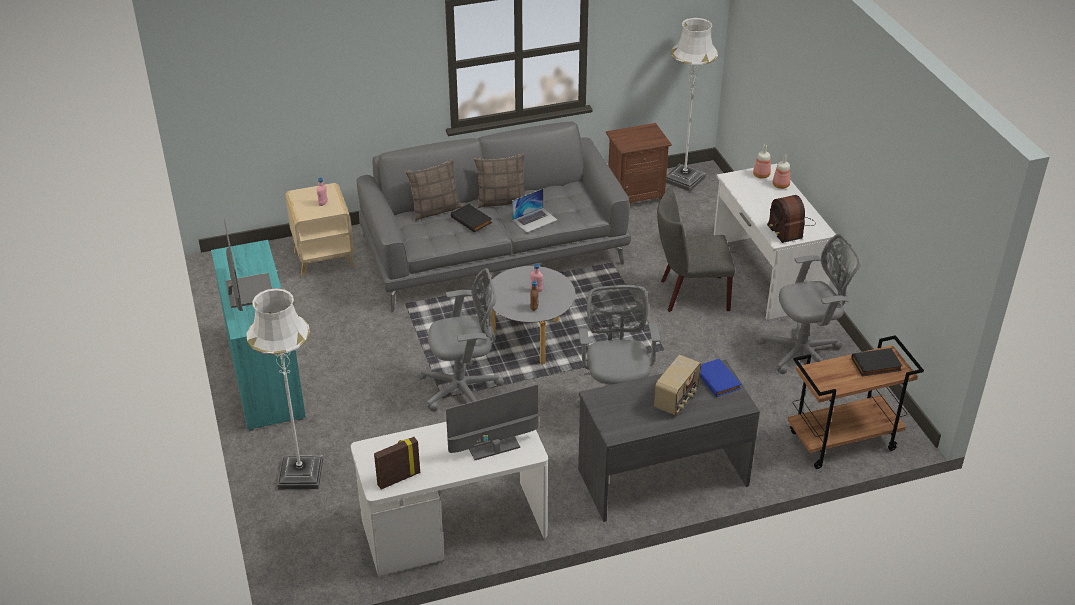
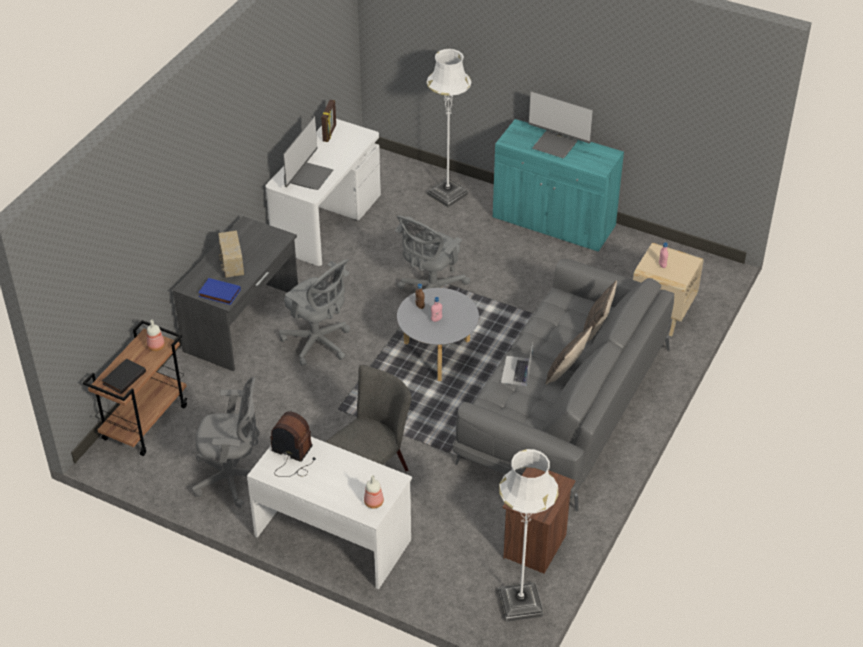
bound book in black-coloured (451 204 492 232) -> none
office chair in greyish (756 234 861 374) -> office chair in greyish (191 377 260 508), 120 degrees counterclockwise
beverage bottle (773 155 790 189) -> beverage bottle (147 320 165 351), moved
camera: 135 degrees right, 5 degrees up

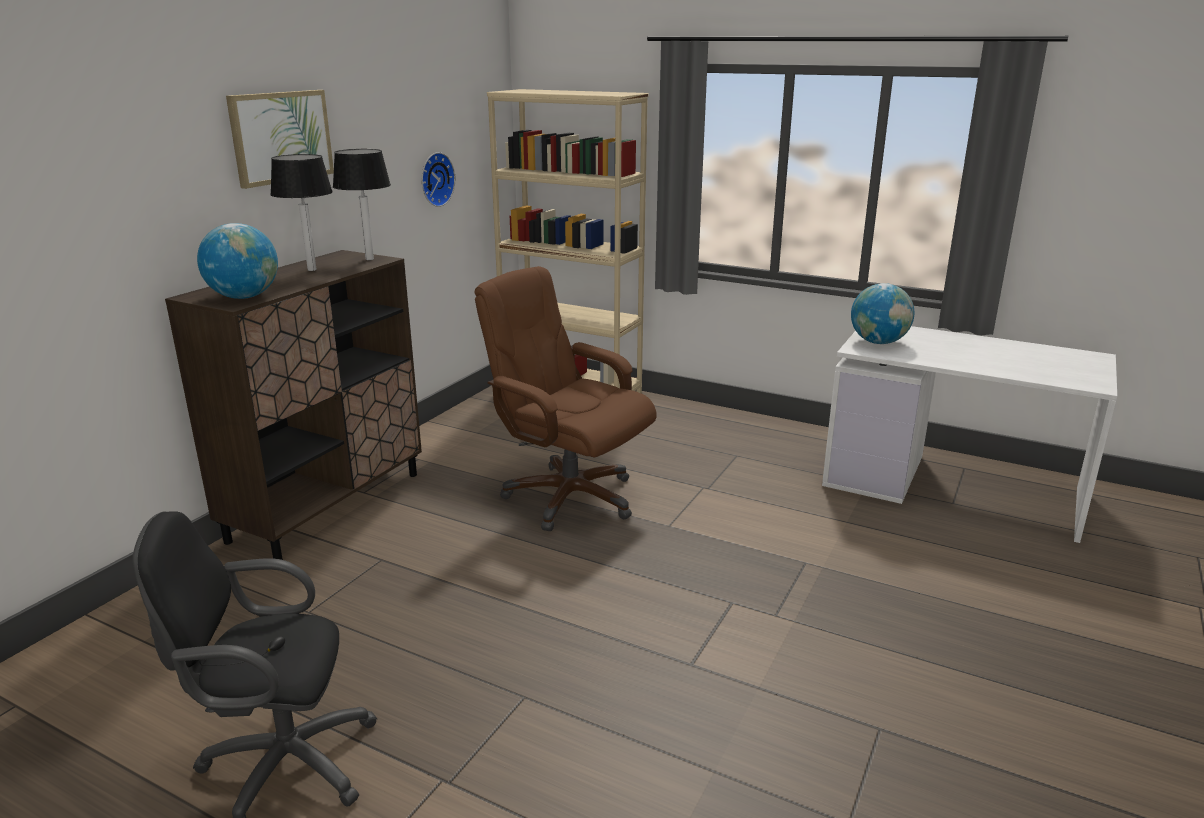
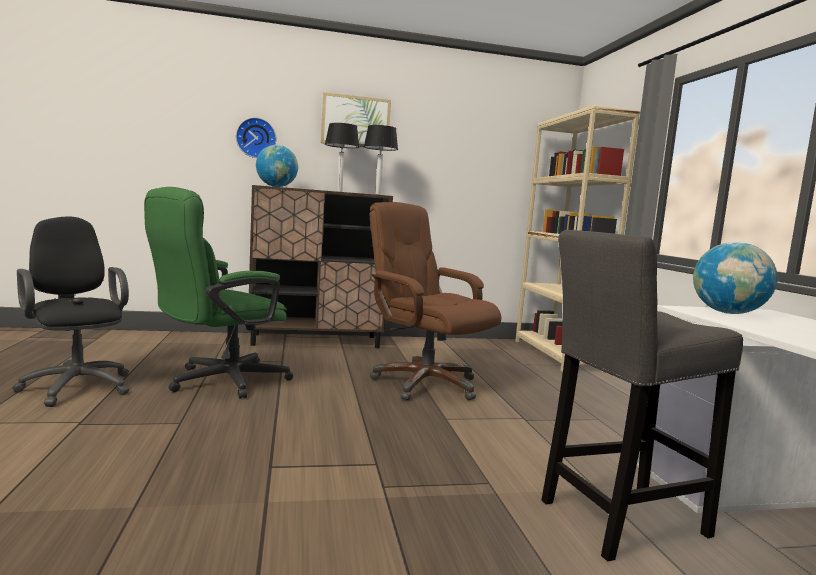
wall clock (422 152 455 207) -> wall clock (236 117 276 158), moved
office chair in brownish (474 266 657 531) -> office chair in brownish (369 202 501 400), 45 degrees counterclockwise
none -> office chair in green-coloured (144 187 293 399)
none -> sitting stool in greyish (541 230 743 561)
camera: 50 degrees right, 15 degrees down

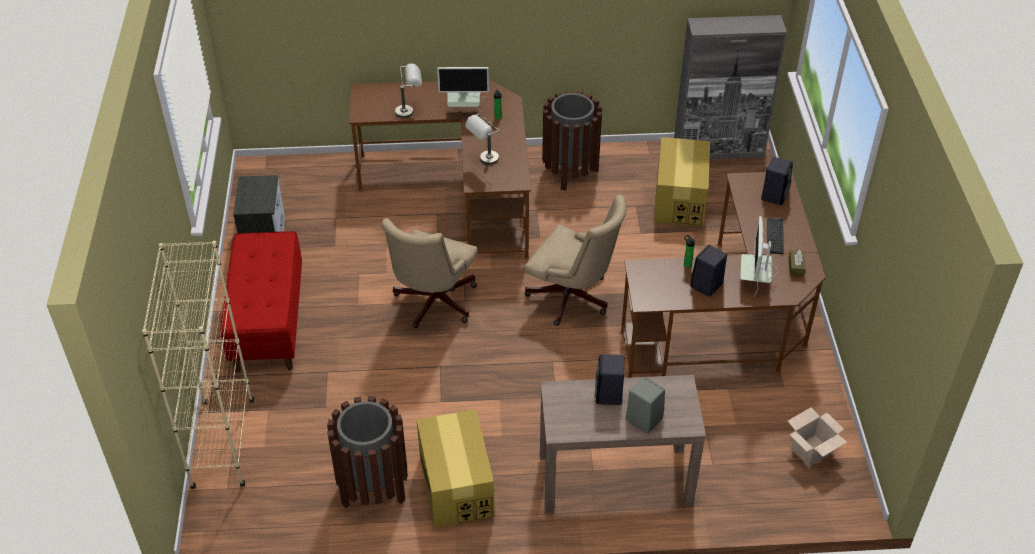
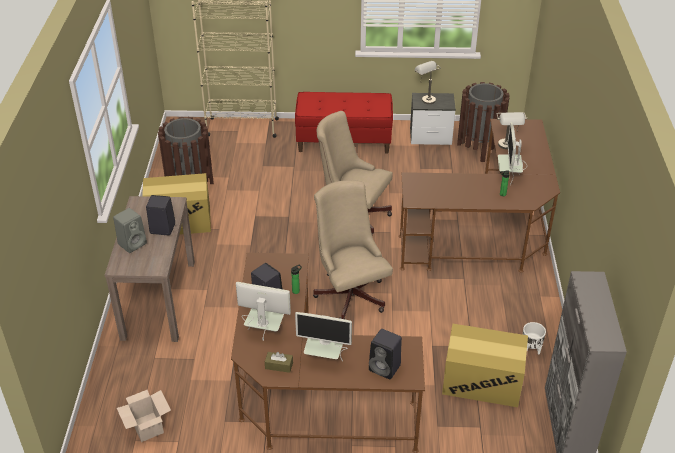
lamp for a table in greyish (465 114 499 165) -> lamp for a table in greyish (415 61 441 104), moved
office chair in beige (524 195 627 326) -> office chair in beige (313 180 393 319), 120 degrees clockwise
waste bin in brownish (542 91 602 191) -> waste bin in brownish (457 82 510 162), moved
keyboard (767 218 784 254) -> monitor (295 312 352 361)
none -> plant pot in white (523 322 546 355)
camera: 95 degrees right, 5 degrees down

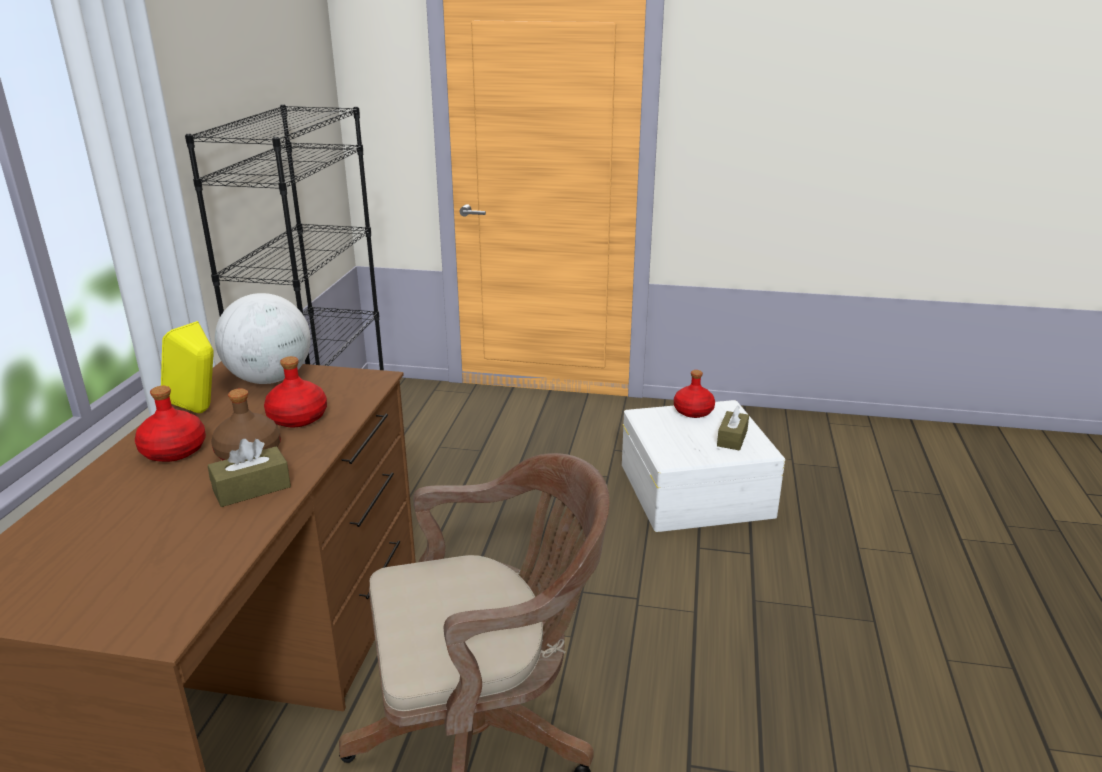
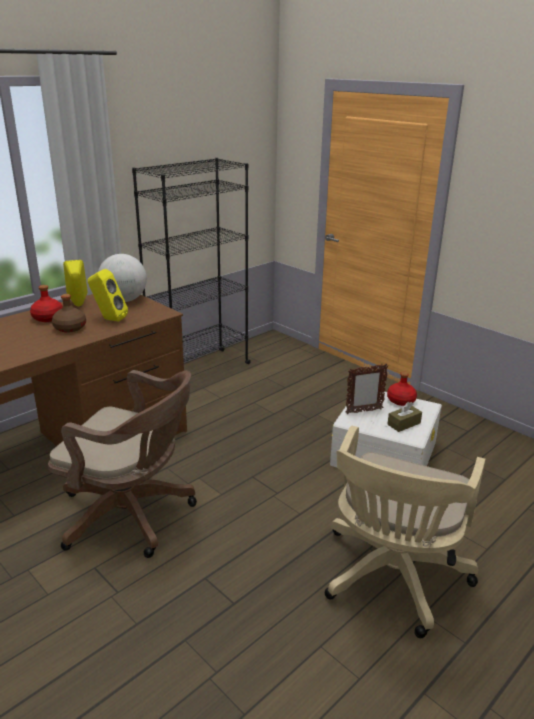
tissue holder in brownish (208 439 291 507) -> none
beverage bottle in reddish (264 356 327 427) -> speaker in yellow-coloured (88 269 128 322)
none -> office chair in beige (325 425 485 638)
none -> picture frame (346 364 388 414)
camera: 35 degrees right, 0 degrees up

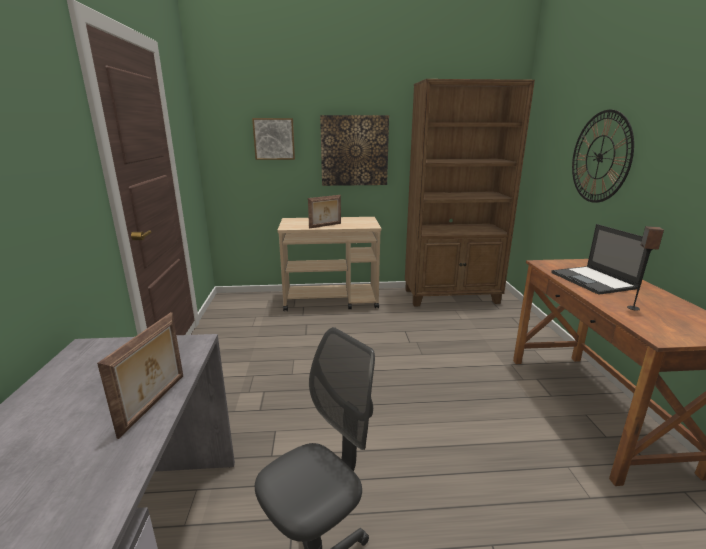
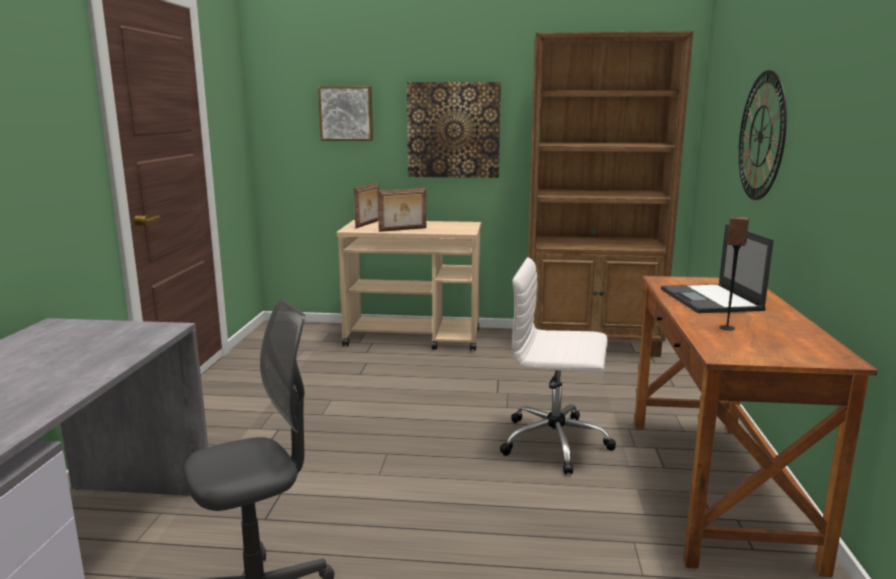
picture frame (97 312 183 439) -> picture frame (354 183 378 228), moved
none -> office chair in white (500 257 616 475)
camera: 10 degrees right, 5 degrees down

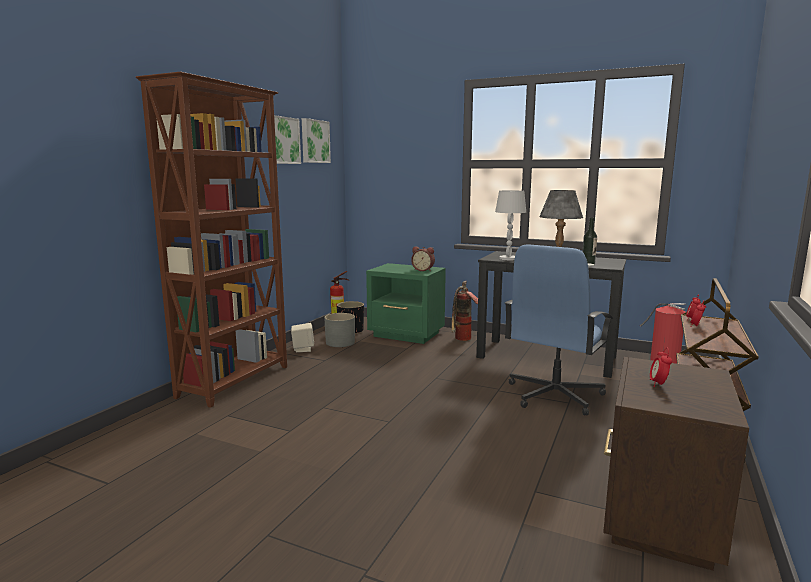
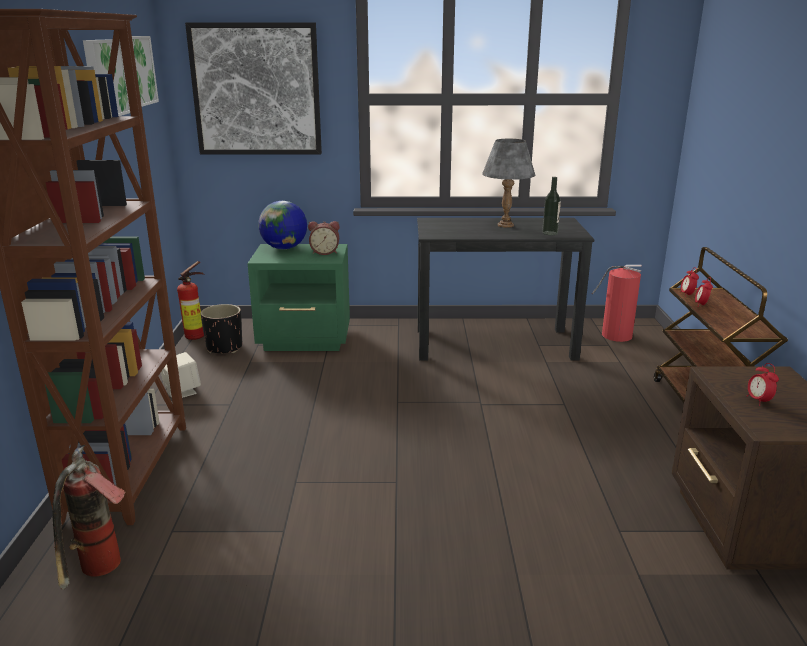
plant pot in greyish (324 313 355 347) -> none
fire-fighting cylinder (451 281 478 341) -> fire-fighting cylinder (53 445 126 590), moved
lamp for a table in white (495 190 526 260) -> none
office chair in blue-coloured (505 245 613 415) -> none
none -> wall picture (185 22 322 155)
none -> desk globe (258 201 307 249)
camera: 25 degrees left, 10 degrees up

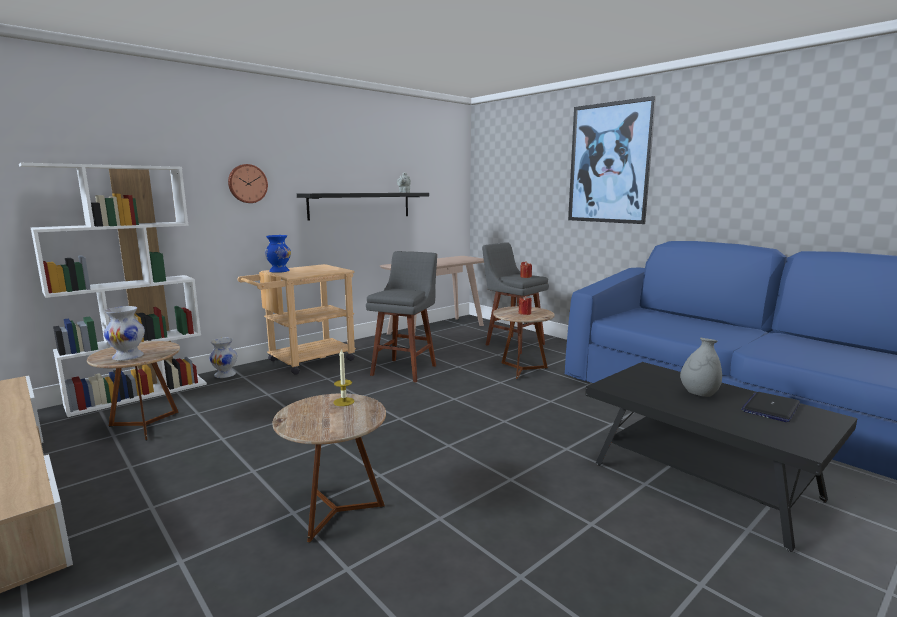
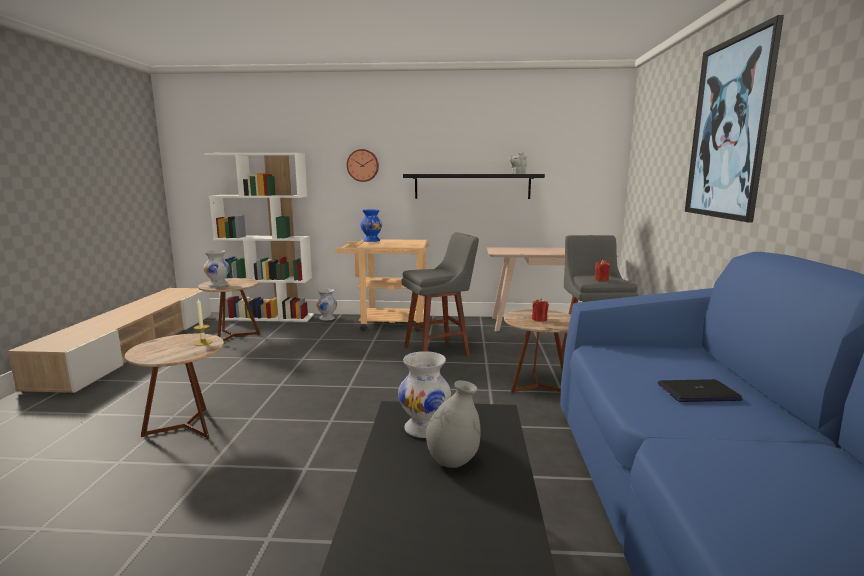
laptop (741 392 800 422) -> laptop (658 379 743 402), moved
none -> decorative vase in white (398 351 451 438)
camera: 45 degrees right, 0 degrees up

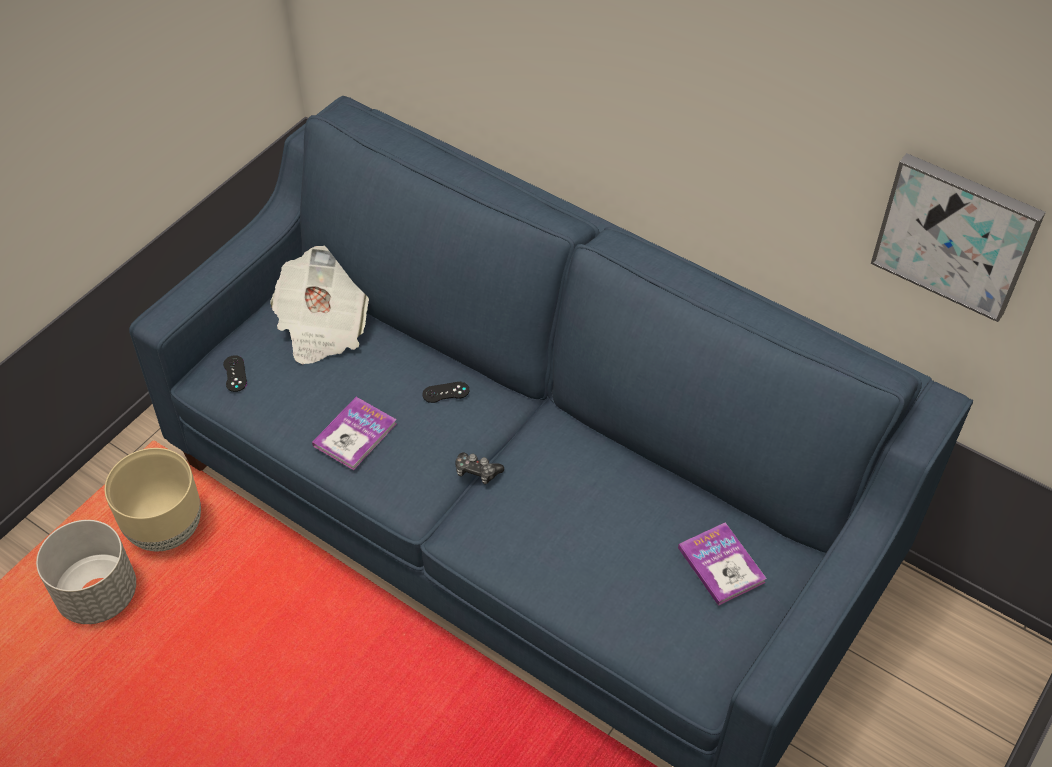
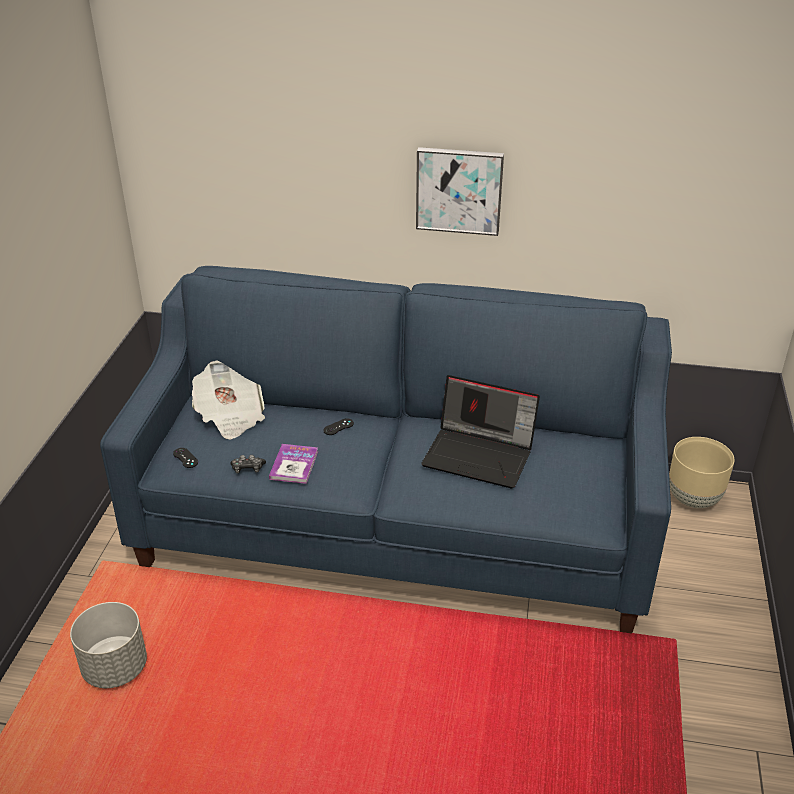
plant pot in beige (105 448 201 551) -> plant pot in beige (669 437 734 508), moved
game controller (455 452 504 484) -> game controller (230 455 266 473), moved
bound book (678 522 767 606) -> none
wall picture (871 153 1046 322) -> wall picture (416 147 504 236), moved
none -> laptop (421 375 540 489)
camera: 25 degrees left, 15 degrees down

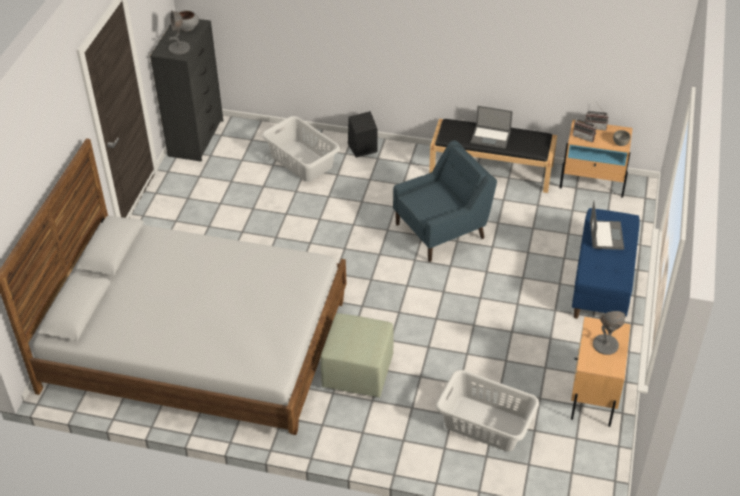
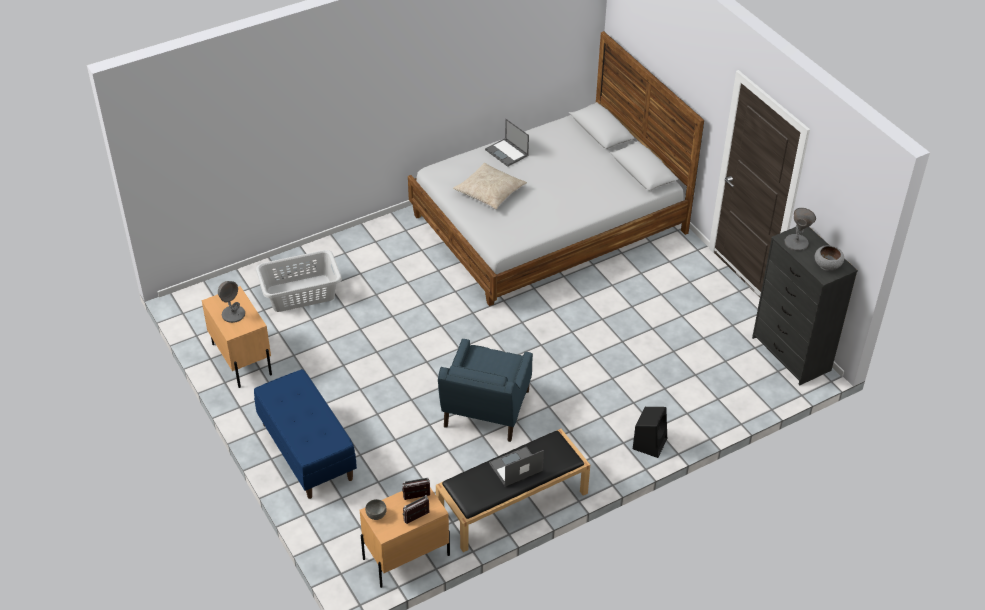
hamper in greyish (262 116 340 182) -> none
ottoman in green-coloured (320 313 394 398) -> none
laptop (590 201 624 250) -> laptop (485 119 529 167), moved
none -> throw pillow in beige (453 163 527 209)
camera: 135 degrees right, 0 degrees up

